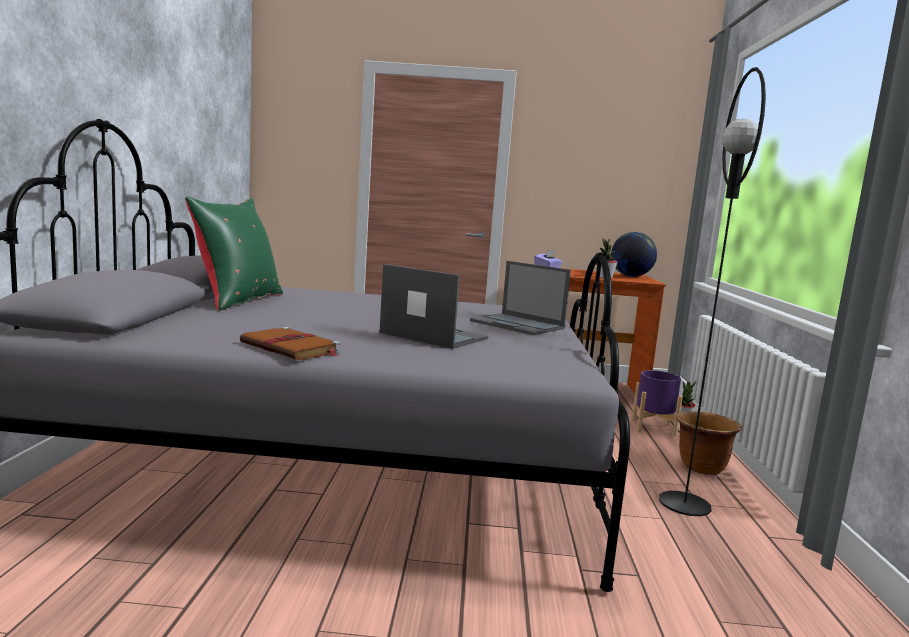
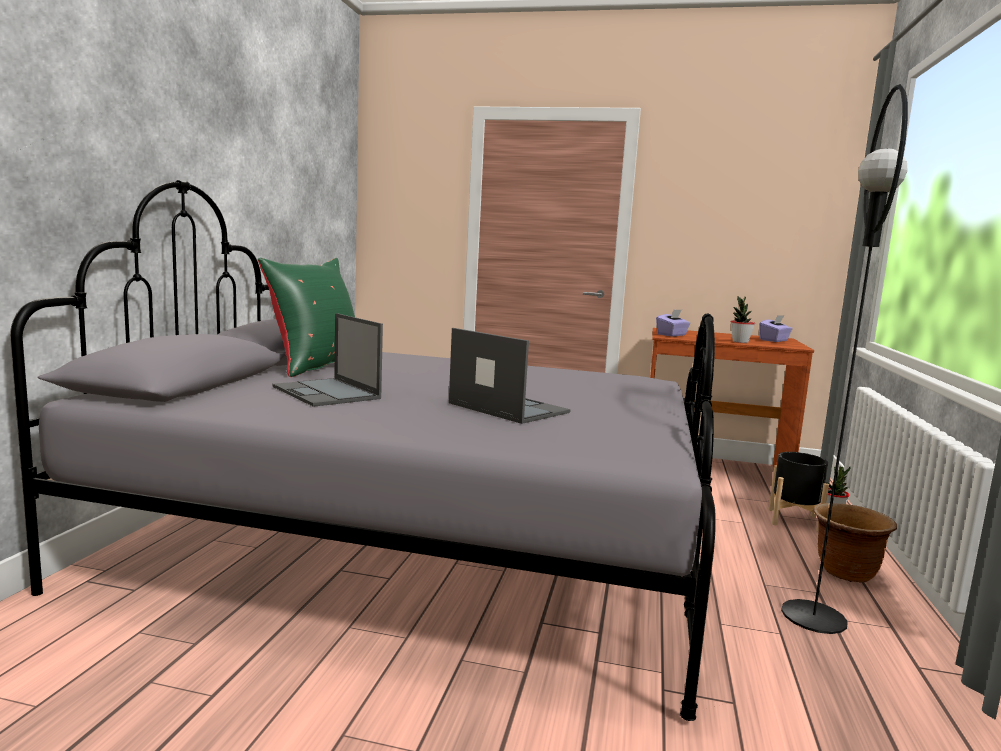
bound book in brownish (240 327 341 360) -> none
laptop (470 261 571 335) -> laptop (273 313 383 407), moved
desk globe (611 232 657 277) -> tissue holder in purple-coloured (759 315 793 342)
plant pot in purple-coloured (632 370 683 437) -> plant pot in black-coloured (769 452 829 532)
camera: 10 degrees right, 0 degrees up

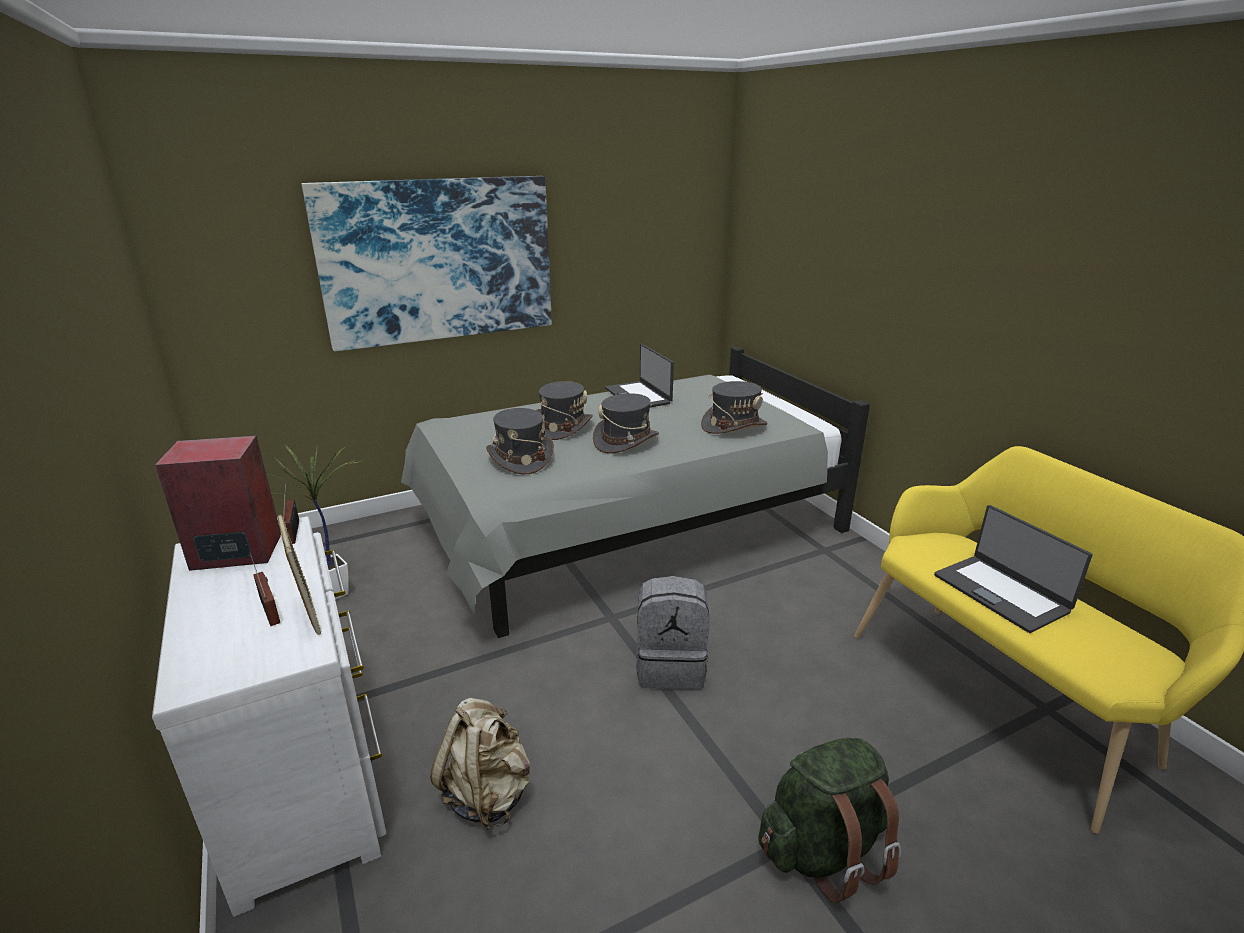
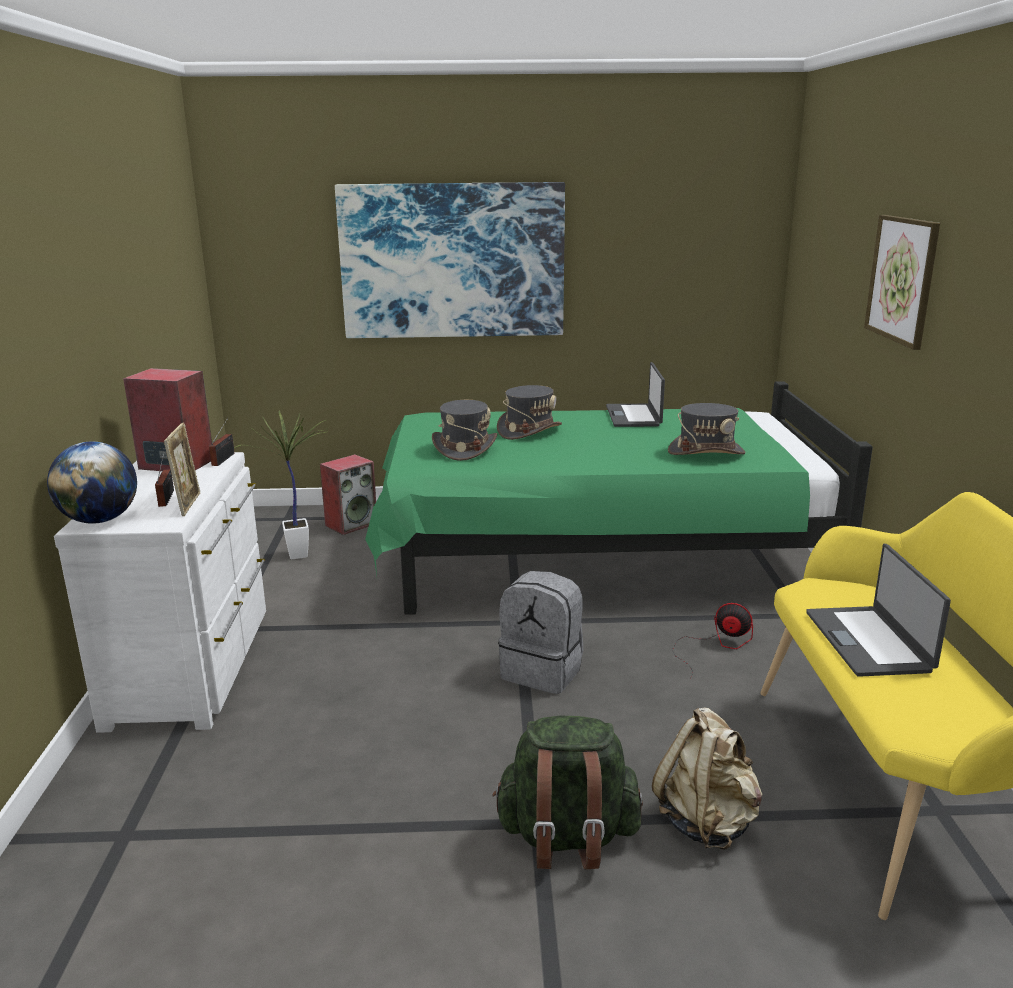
sleeping bed in greyish (401 347 870 638) -> sleeping bed in green-coloured (365 381 873 615)
knapsack in beige (430 698 530 830) -> knapsack in beige (652 707 763 850), moved
hat in greyish (593 393 659 454) -> none
none -> desk globe (47 442 137 524)
none -> speaker (320 454 376 535)
none -> cooling fan (672 602 753 679)
none -> wall picture (864 215 940 350)
camera: 25 degrees right, 5 degrees down

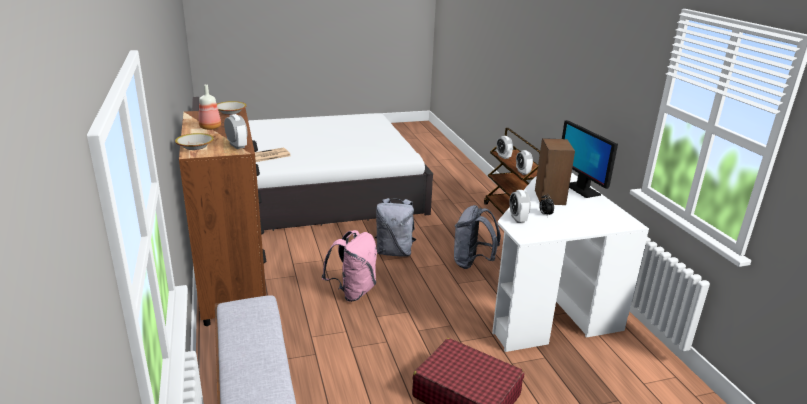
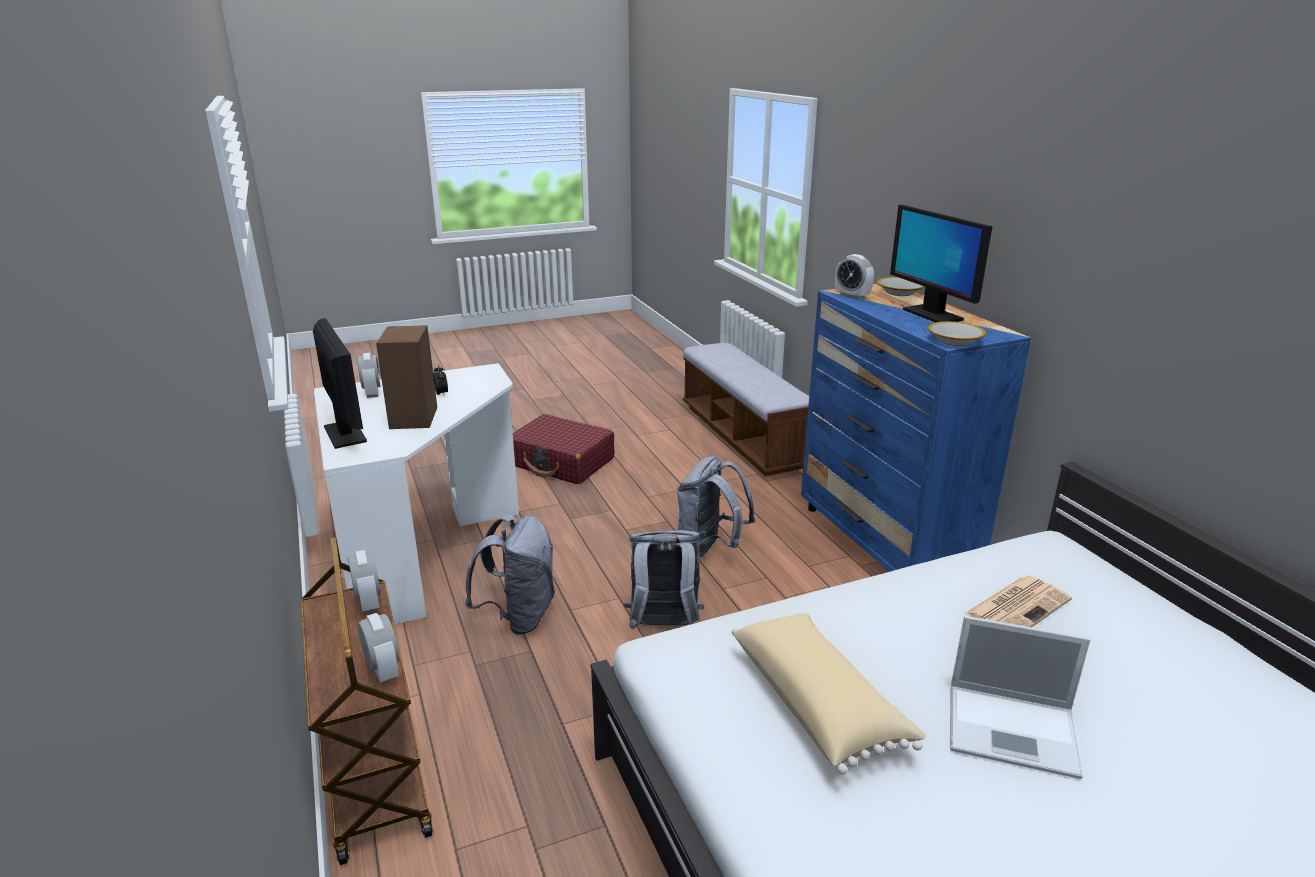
dresser in brownish (179 108 267 326) -> dresser in blue-coloured (801 284 1031 572)
beverage bottle (199 84 221 130) -> monitor (890 205 993 322)
knapsack in pinkish (322 230 377 302) -> knapsack in greyish (677 456 755 557)
table clock (509 190 531 223) -> table clock (357 353 380 398), moved
none -> throw pillow in beige (732 613 926 775)
none -> laptop (950 616 1090 779)
camera: 175 degrees right, 0 degrees up

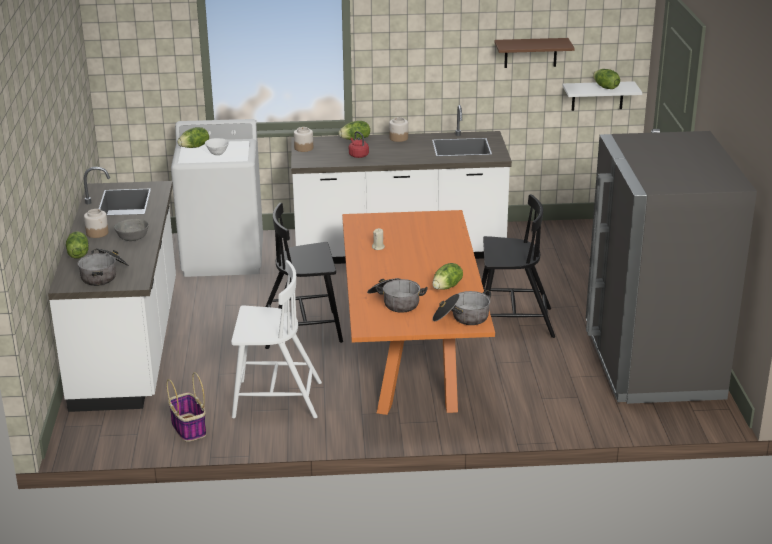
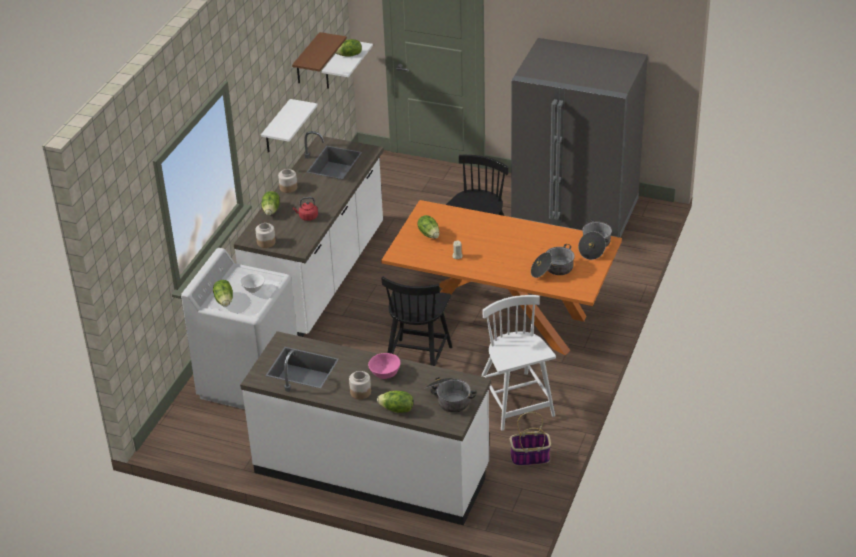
bowl in greyish (114 219 149 241) -> bowl in pinkish (368 353 400 379)
chair in white (231 260 322 418) -> chair in white (481 295 556 431), 45 degrees counterclockwise
lettuce head (432 263 463 290) -> lettuce head (417 215 439 239), moved
none -> wall shelf in white (261 99 318 153)
camera: 65 degrees left, 10 degrees up

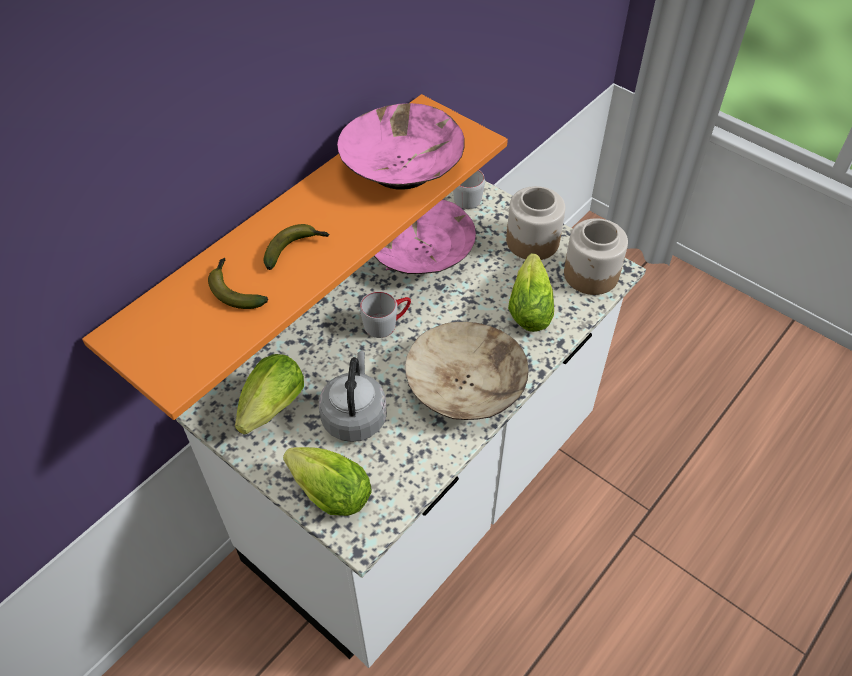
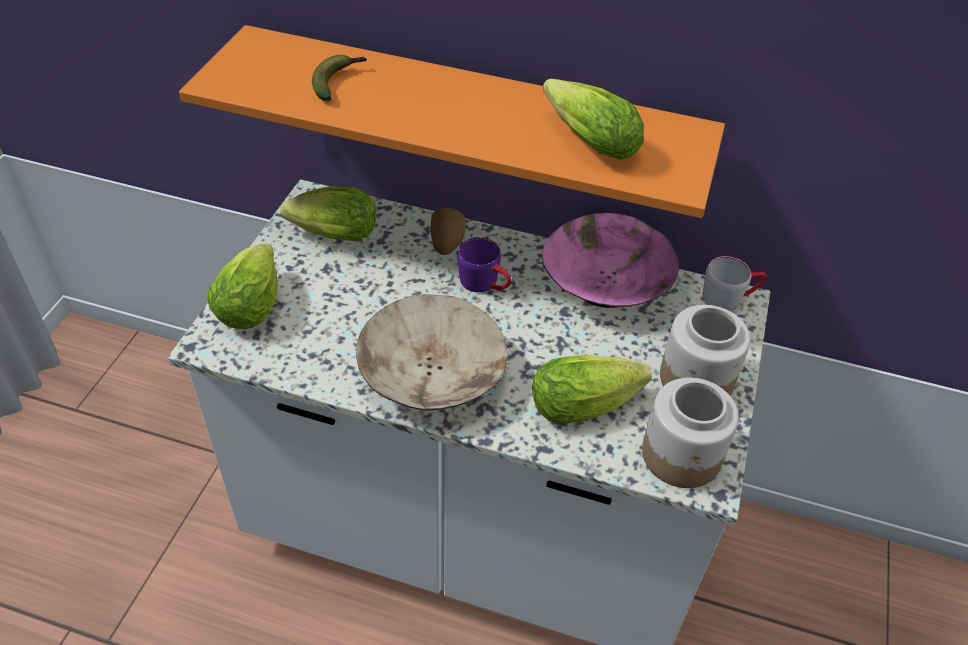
banana fruit (263 224 330 270) -> none
water kettle in greyish (319 351 387 442) -> none
bowl in pinkish (337 103 465 190) -> lettuce head (543 78 644 160)
mug in greyish (360 291 411 338) -> mug in purple-coloured (457 237 511 292)
none -> whole potato (430 208 466 255)
camera: 65 degrees right, 5 degrees down

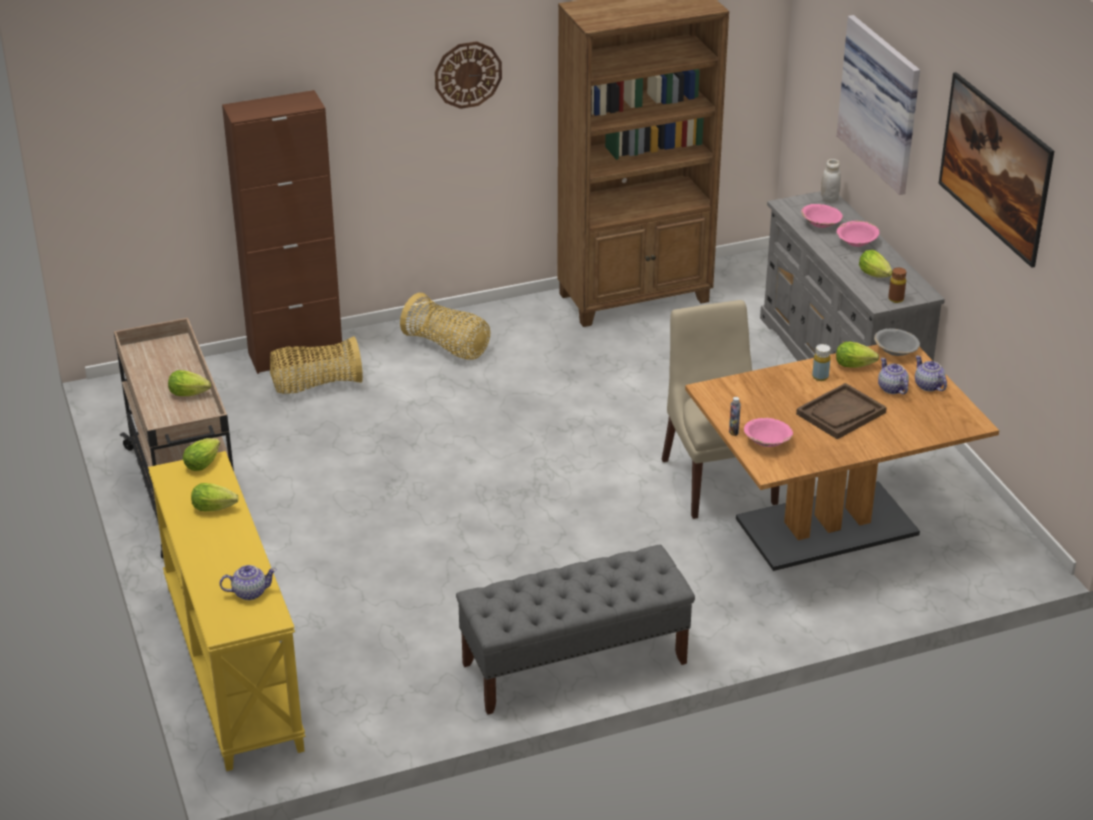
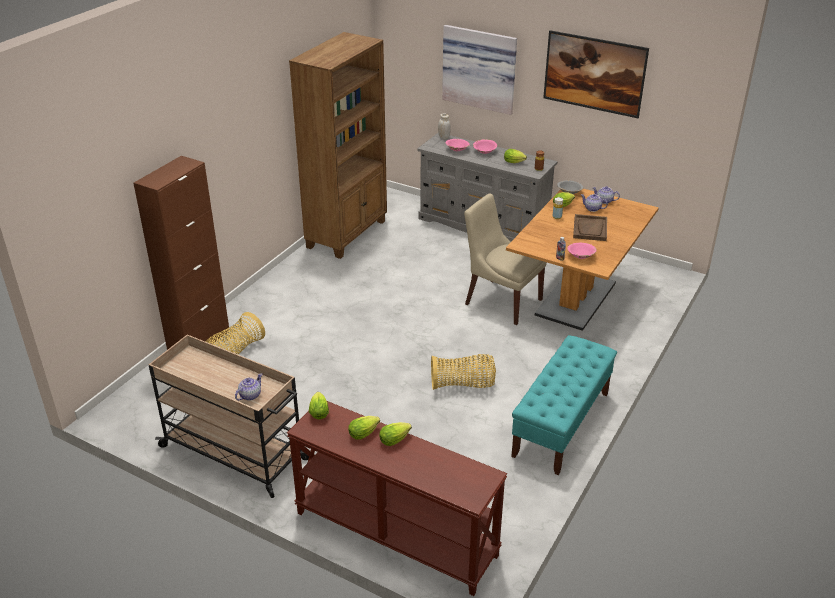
hall table in yellow-coloured (148 451 305 771) -> hall table in brownish (287 401 507 596)
lettuce head (168 370 211 396) -> lettuce head (379 422 412 446), moved
pot for tea (220 565 277 600) -> pot for tea (235 373 262 400), moved
storage basket (400 293 490 359) -> storage basket (431 354 496 390), moved
wall clock (435 41 502 109) -> none
indoor bench in greyish (456 545 695 715) -> indoor bench in turquoise-coloured (511 335 617 475)
camera: 40 degrees left, 0 degrees up

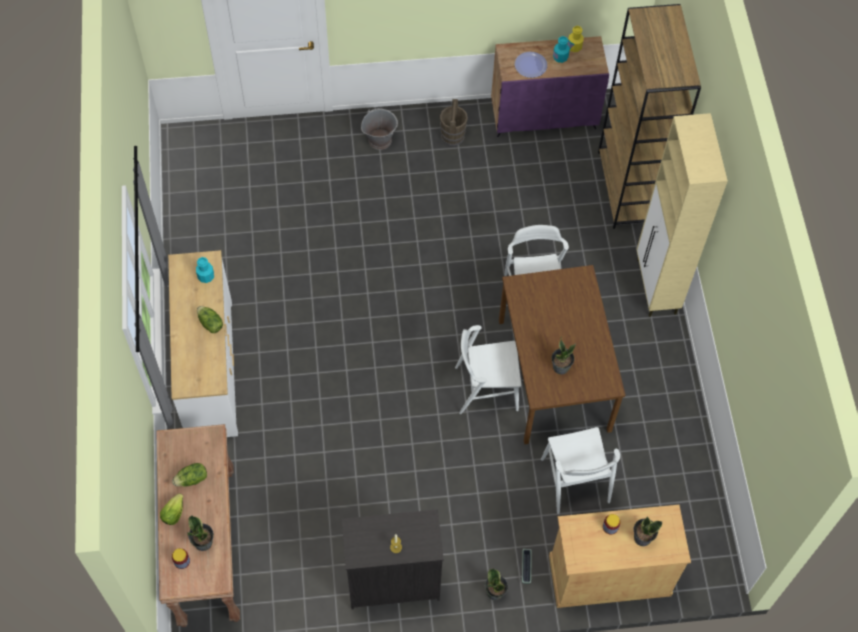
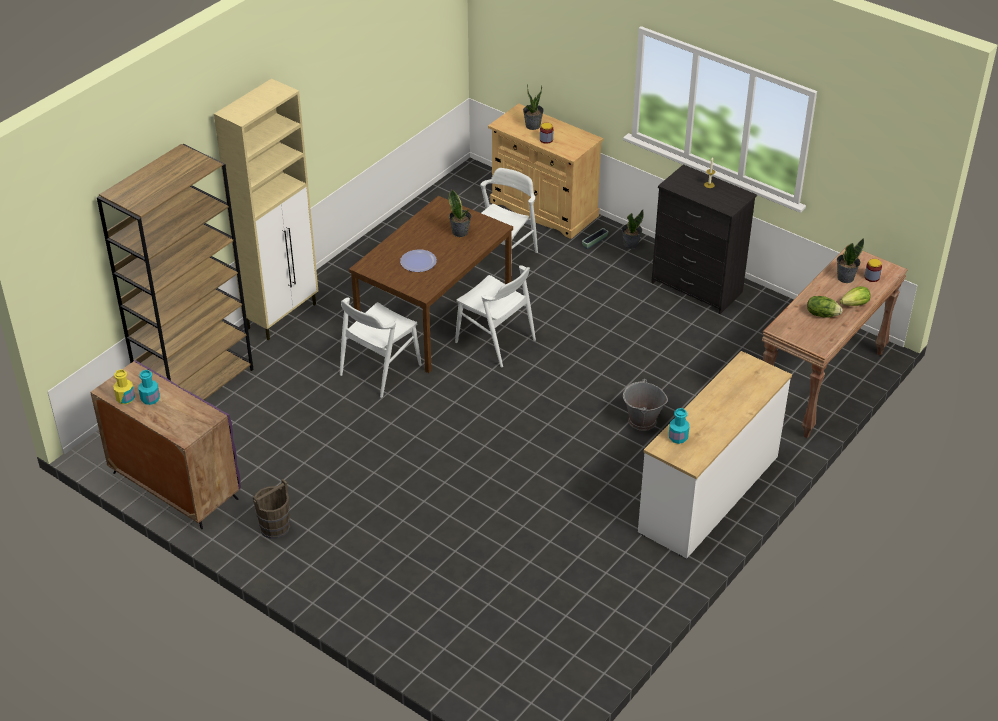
lettuce head (197 306 223 333) -> none
water bucket in greyish (361 108 398 150) -> water bucket in greyish (623 379 668 431), moved
dinner plate (515 52 547 78) -> dinner plate (400 250 437 272), moved
camera: 135 degrees left, 20 degrees down

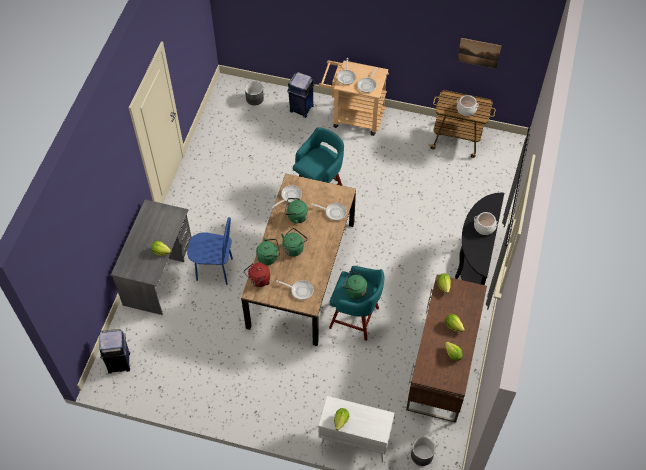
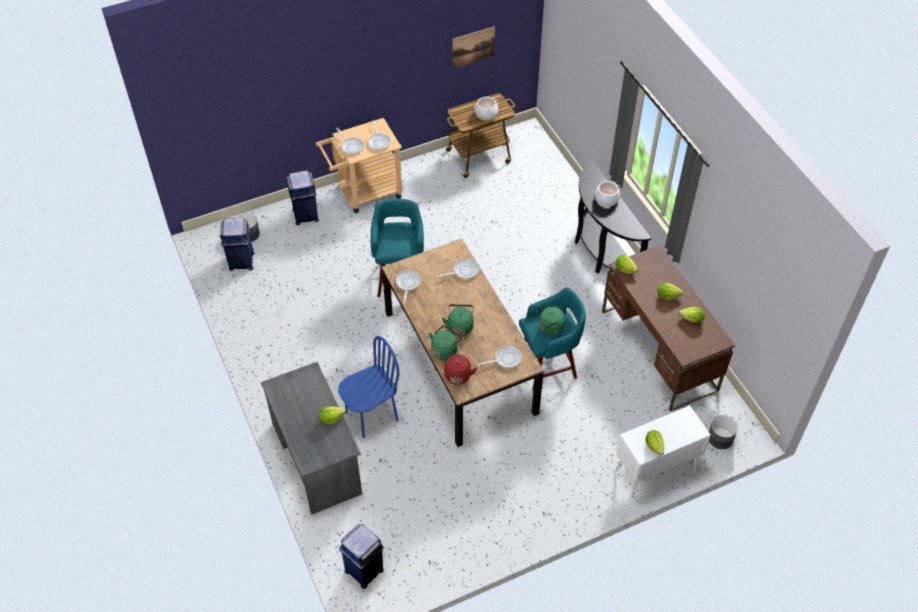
water kettle in green-coloured (285 198 308 224) -> none
none -> waste bin in blue-coloured (220 217 254 271)
camera: 40 degrees left, 5 degrees down

